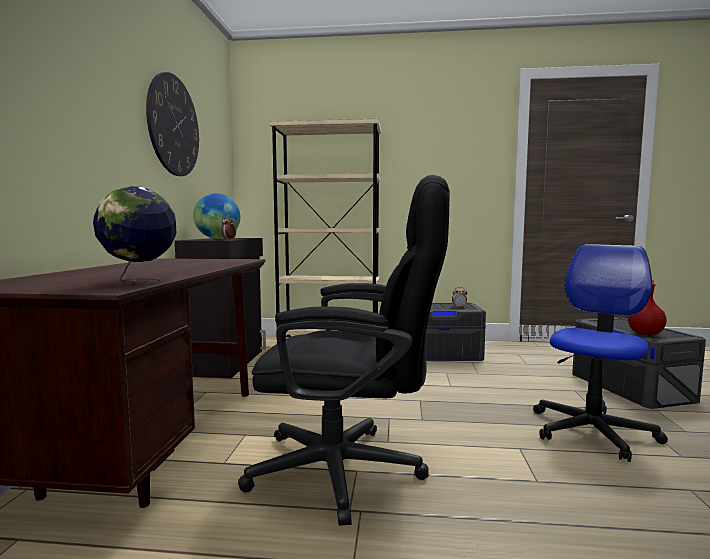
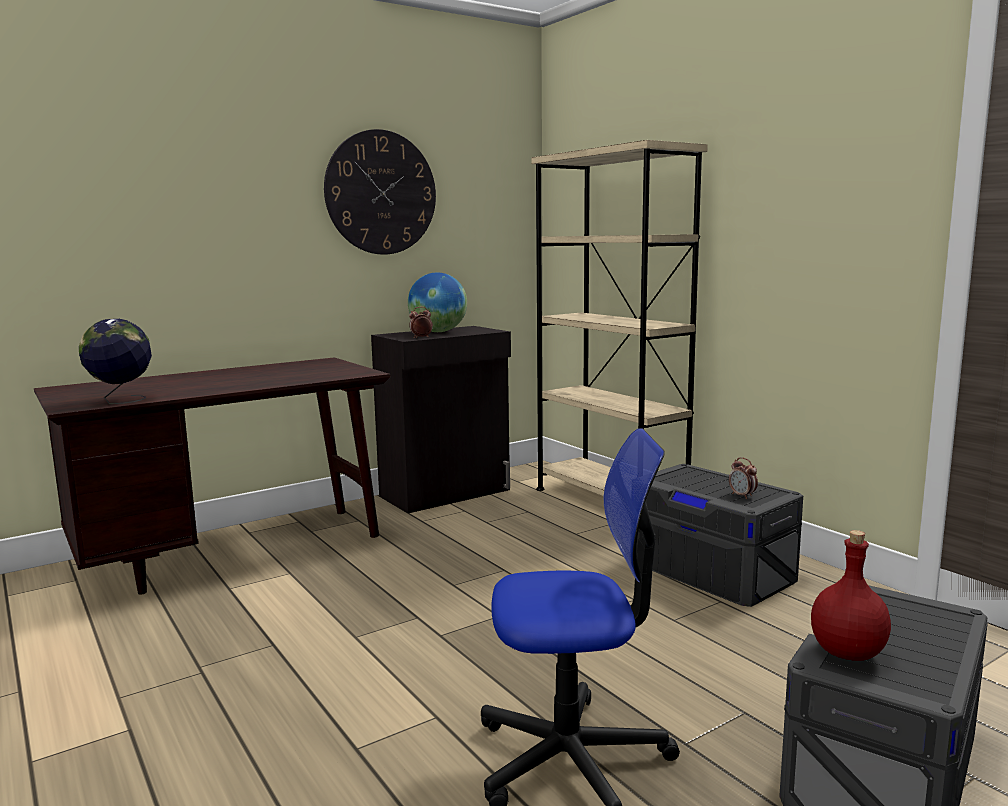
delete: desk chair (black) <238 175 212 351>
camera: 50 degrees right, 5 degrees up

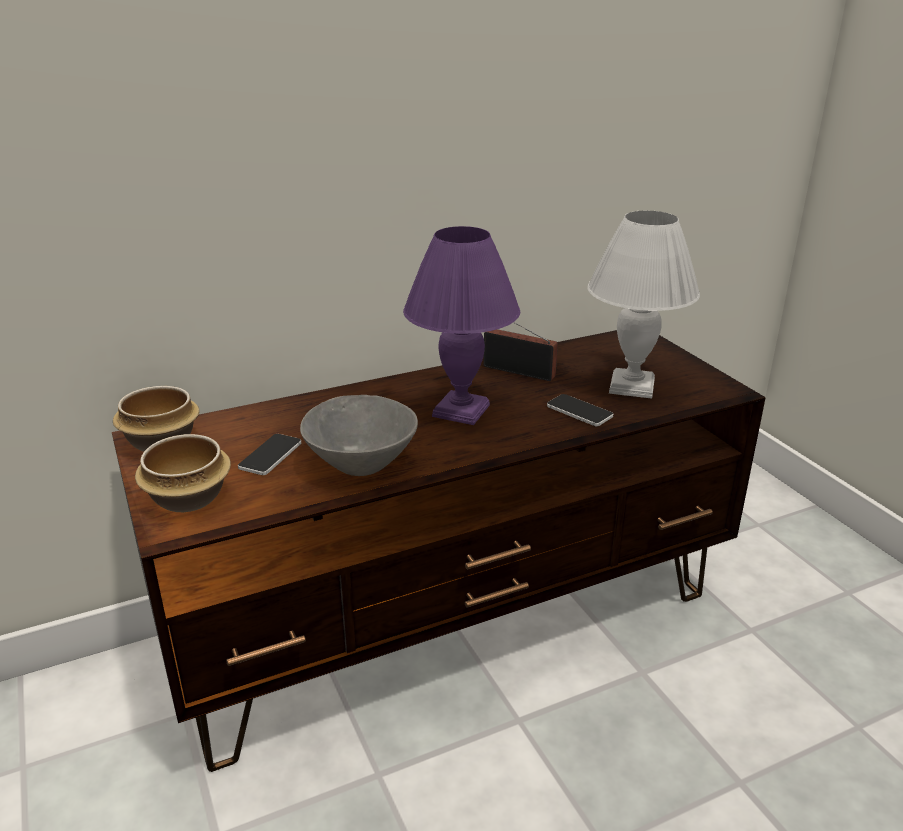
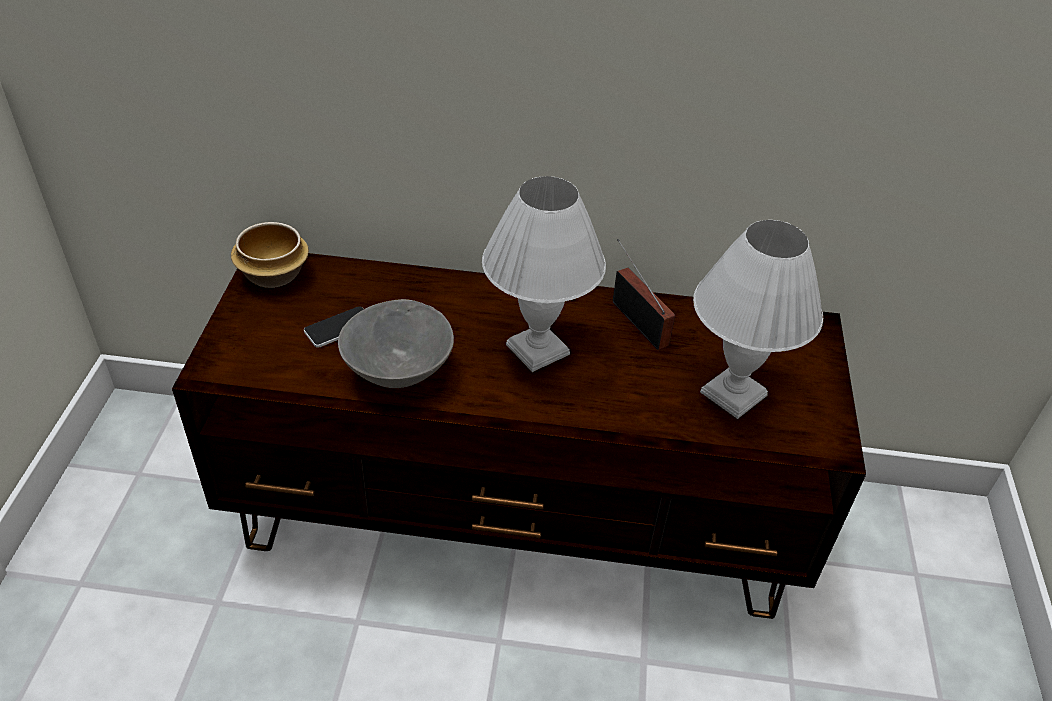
delete: deep dish <135 434 96 78>; phone <547 394 66 32>
recolor: table lamp (purple-coloured) <403 226 117 199> to table lamp (white) <482 176 124 196>
camera: 30 degrees right, 15 degrees up

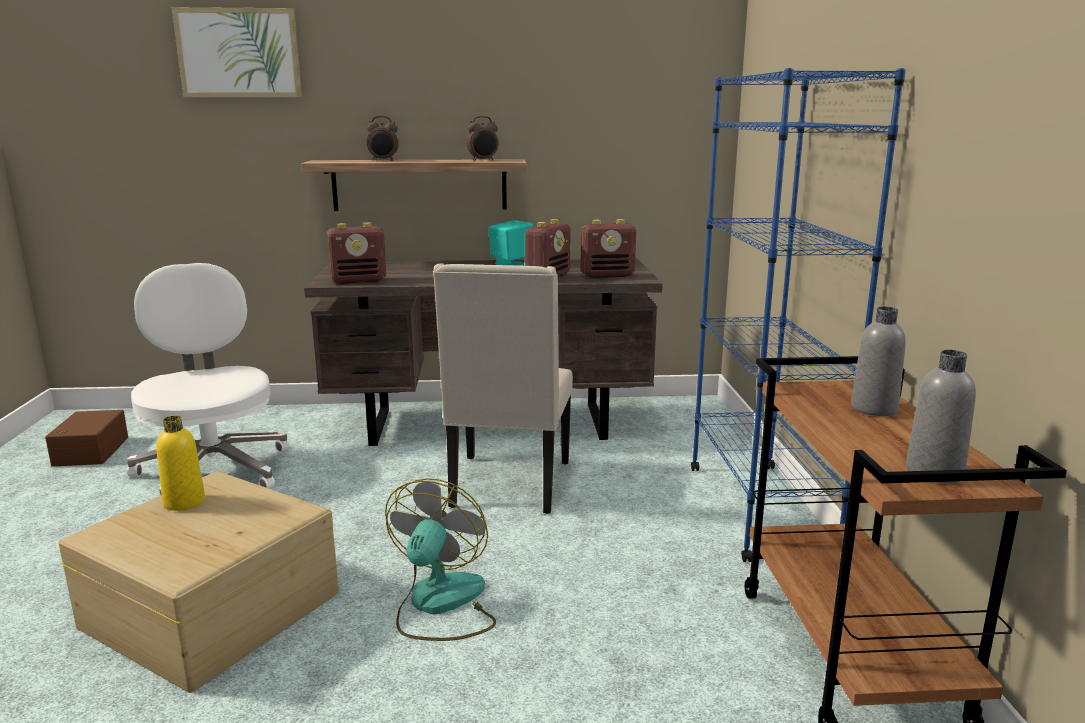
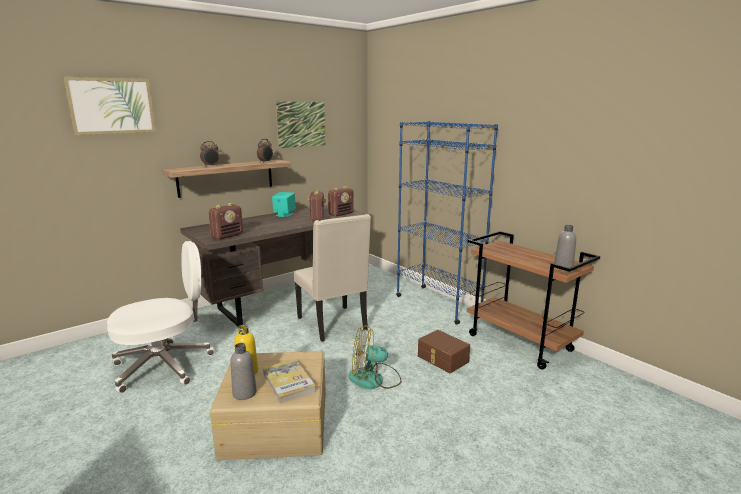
insert: volume <263 359 53 45>; picture <276 102 50 46>
move: bottle (grey) <851 307 55 109> to <230 343 27 57>; storage container (brown-coloured) <45 410 83 57> to <418 330 52 43>
rotate: desk chair (white) <127 263 162 232> = <107 241 107 152> 120 degrees clockwise; electric fan <385 478 111 163> = <349 325 53 65> 75 degrees counterclockwise
camera: 35 degrees left, 0 degrees up

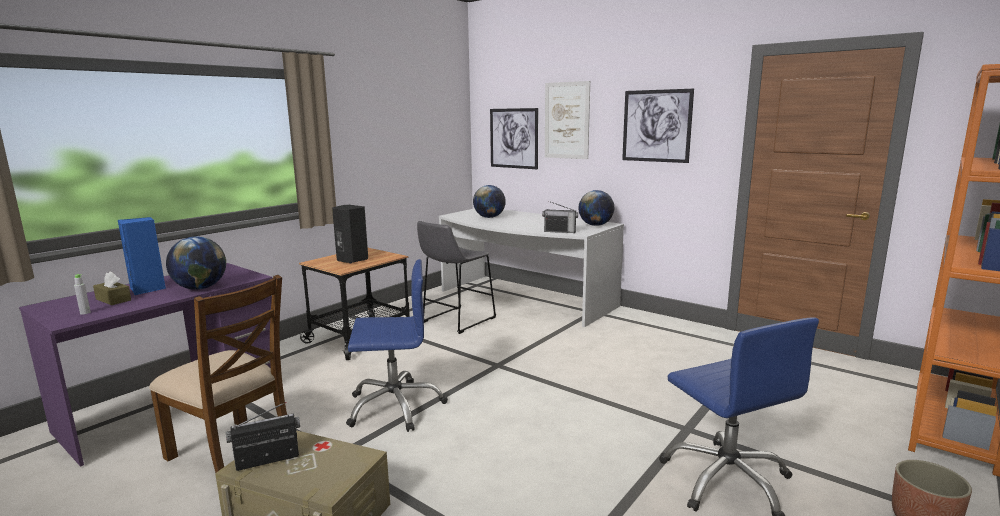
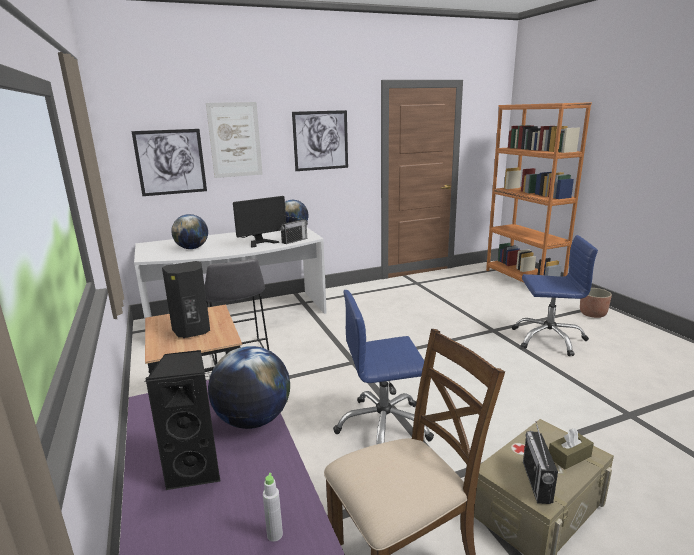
insert: monitor <233 196 53 52>
move: tissue box (brown-coloured) <93 271 38 34> to <549 428 45 42>
recolor: speaker (blue-coloured) <118 217 48 78> to speaker (black) <145 350 75 141>
rotate: desk chair (blue-coloured) <346 259 102 173> = <333 290 101 155> 120 degrees counterclockwise
camera: 60 degrees left, 5 degrees up

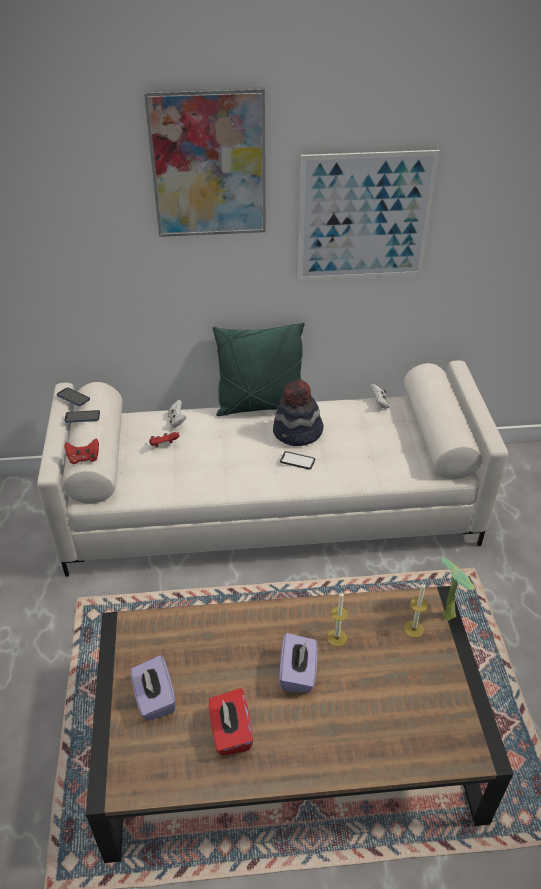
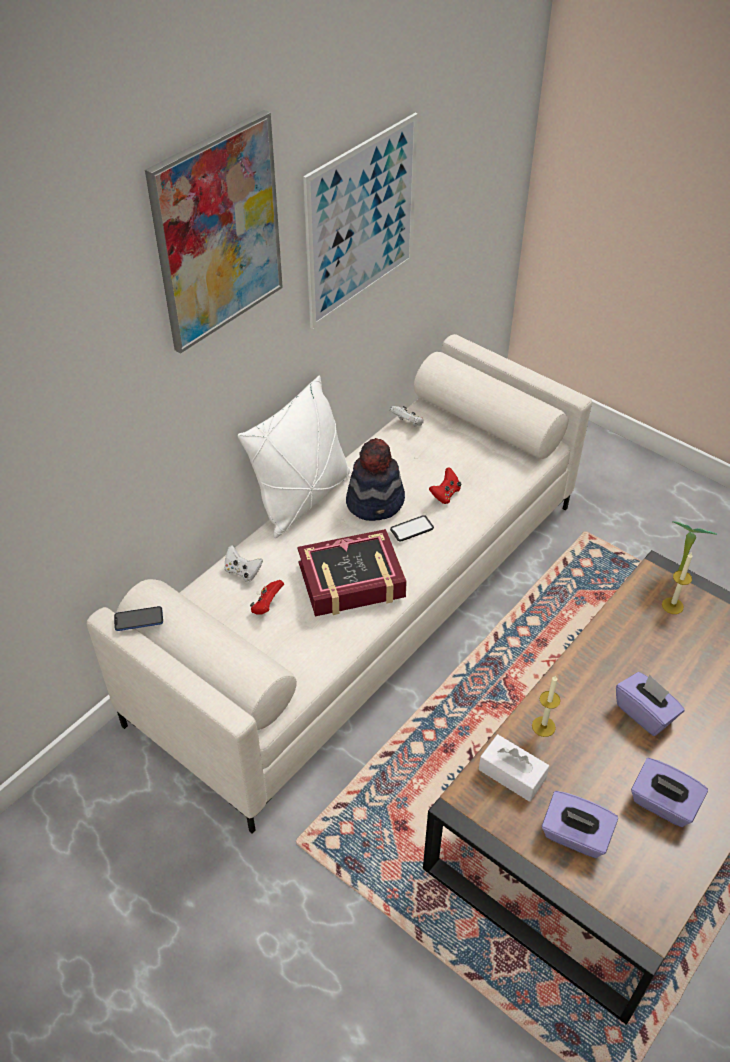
delete: phone <64 410 36 13>
insert: volume <297 529 110 88>; tissue box (white) <479 734 70 68>
move: gamepad (red) <64 439 35 25> to <429 467 32 37>; wax candle <327 592 22 55> to <532 675 29 62>
recolor: pillow (green) <213 323 92 93> to pillow (white) <238 375 113 163>; tissue box (red) <209 688 44 68> to tissue box (purple-coloured) <631 758 77 69>
camera: 45 degrees left, 5 degrees up

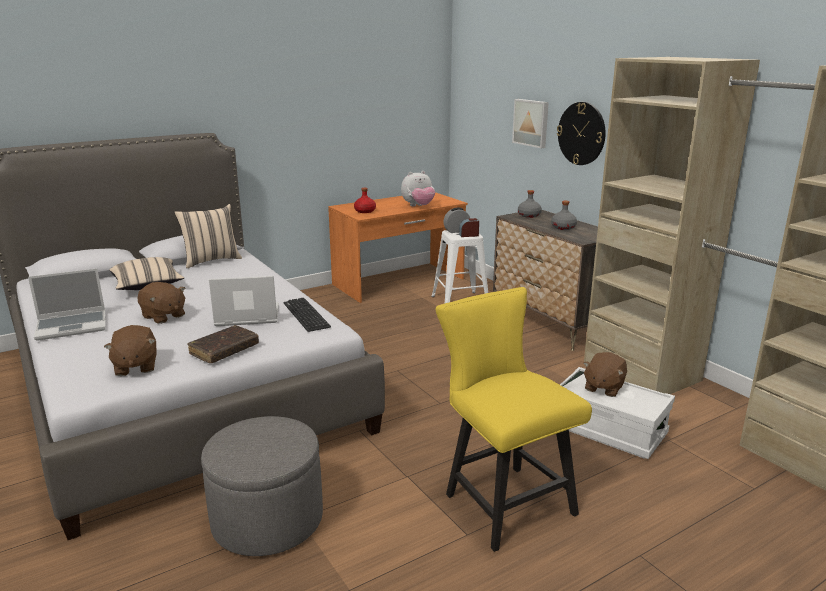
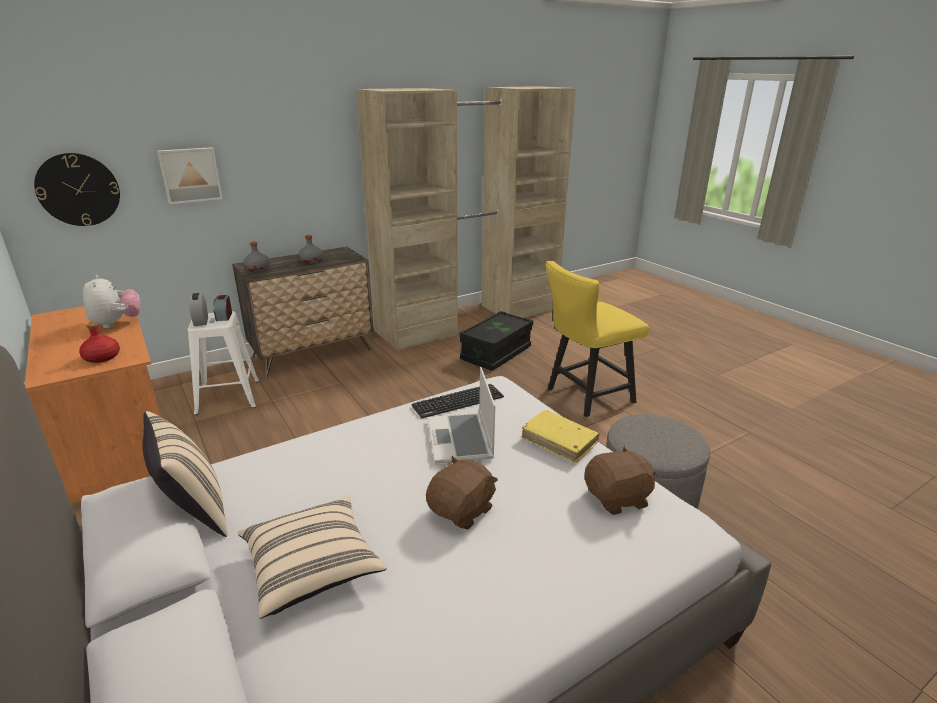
delete: laptop <28 268 78 73>; soft toy (brown-coloured) <583 352 44 45>
move: wall clock <557 102 49 63> to <34 153 86 73>
recolor: storage container (white) <560 367 115 92> to storage container (black) <460 311 73 59>; volume (brown-coloured) <188 325 71 38> to volume (yellow-coloured) <521 410 78 53>
camera: 90 degrees left, 5 degrees up

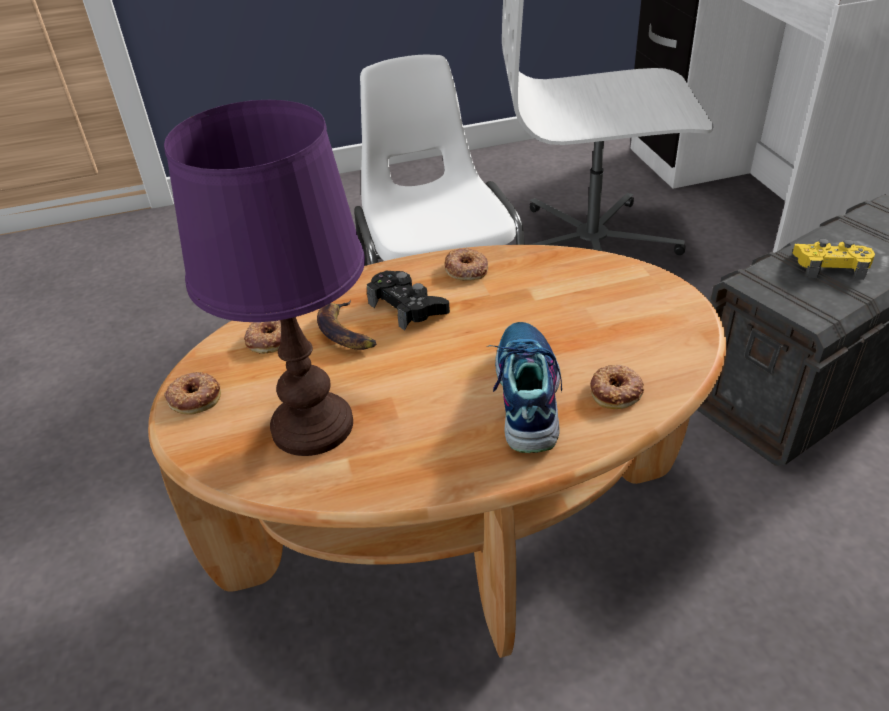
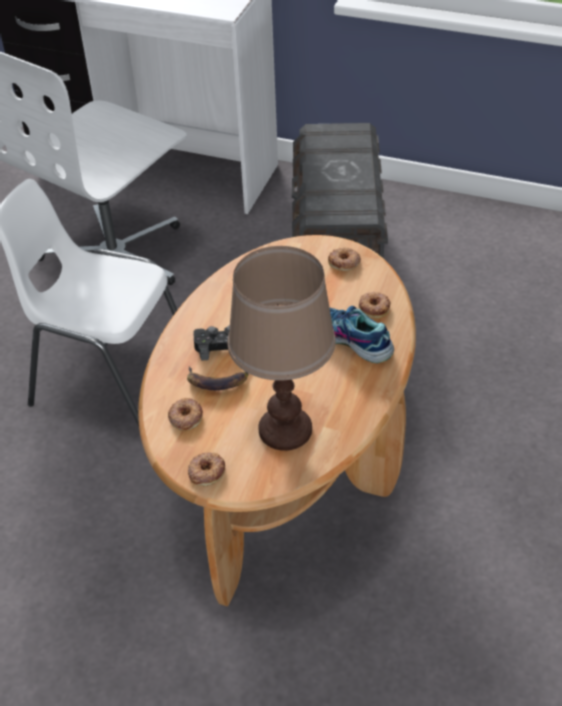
delete: gamepad (yellow-coloured) <792 239 83 41>
move: donut <445 248 43 33> to <328 247 33 24>
recolor: table lamp (purple-coloured) <164 100 201 356> to table lamp (brown-coloured) <228 246 108 205>
camera: 55 degrees left, 5 degrees up

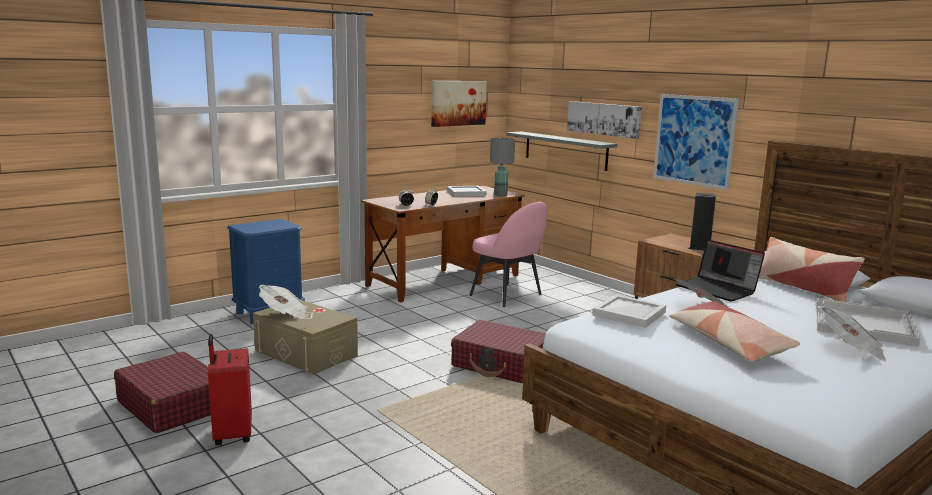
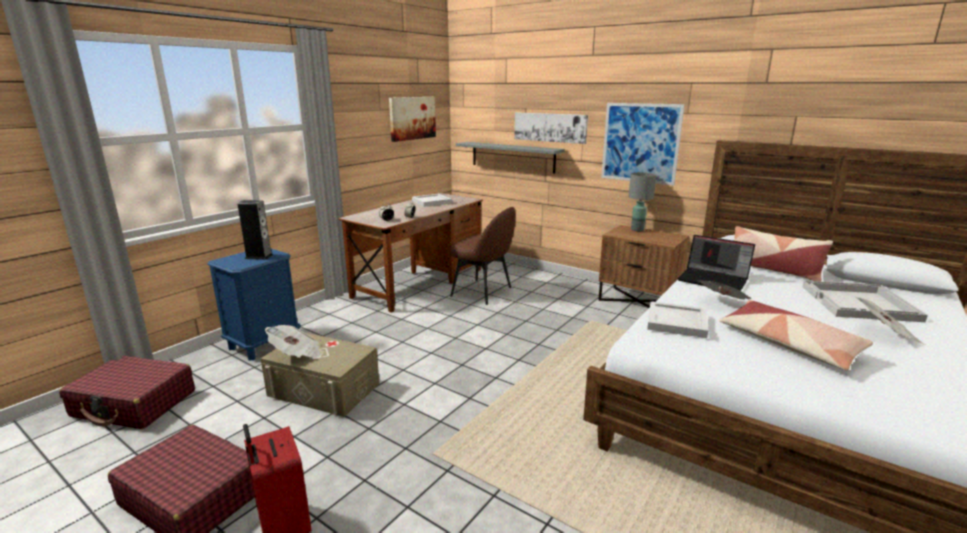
move: piece of luggage (red) <451 320 95 63> to <59 355 136 74>; speaker <688 193 28 58> to <238 200 35 60>; table lamp (grey) <490 138 25 58> to <629 172 27 59>
recolor: chair (pink) <470 202 77 105> to chair (brown-coloured) <450 207 65 98>
camera: 15 degrees left, 5 degrees up

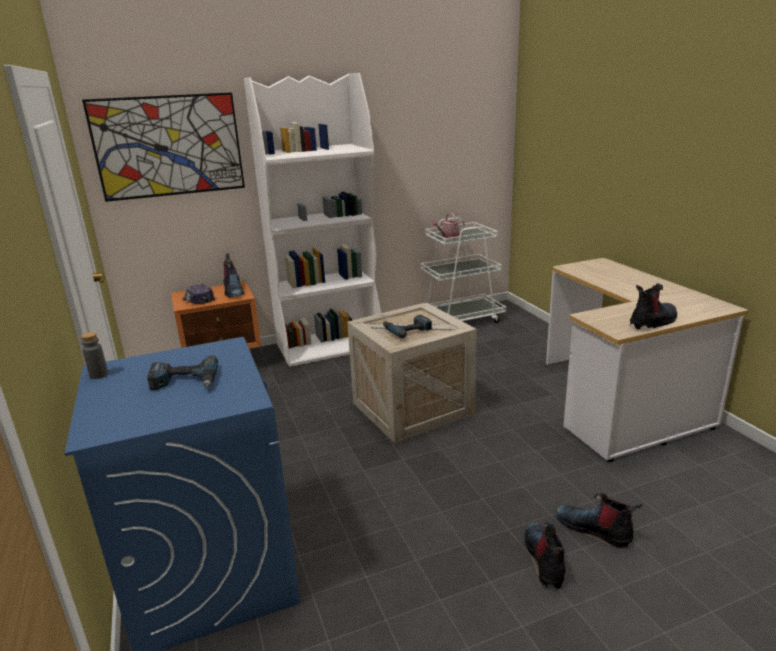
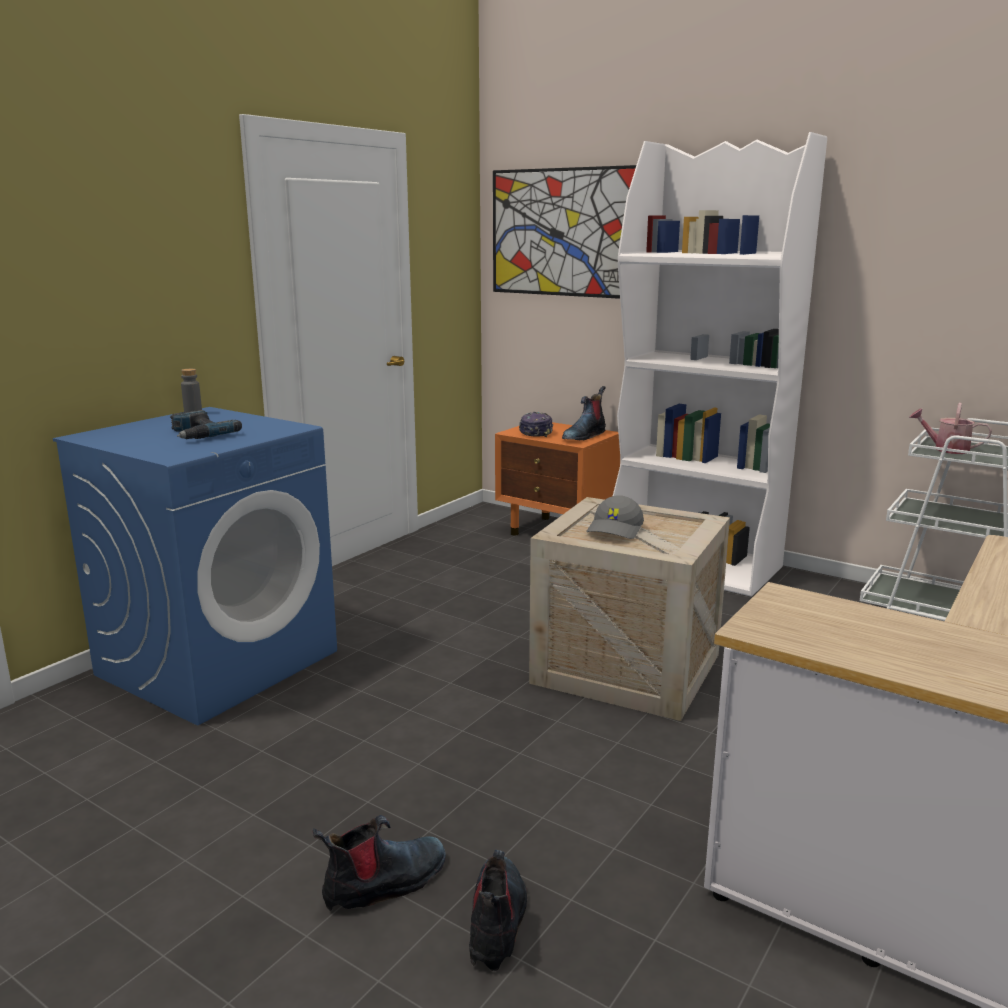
delete: tall boot <629 283 48 47>
replace: electric drill <383 315 49 23> to baseball cap (grey) <586 495 58 44>
camera: 55 degrees right, 5 degrees down

